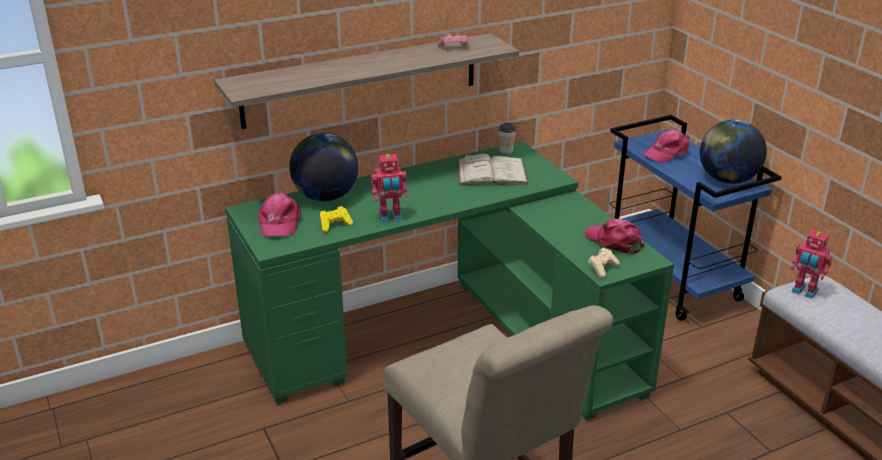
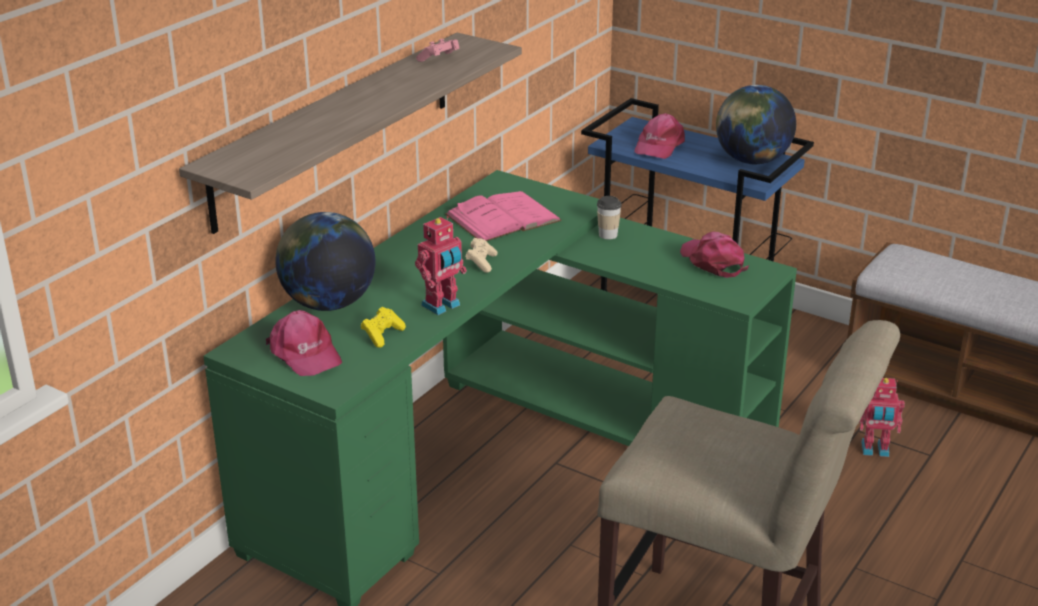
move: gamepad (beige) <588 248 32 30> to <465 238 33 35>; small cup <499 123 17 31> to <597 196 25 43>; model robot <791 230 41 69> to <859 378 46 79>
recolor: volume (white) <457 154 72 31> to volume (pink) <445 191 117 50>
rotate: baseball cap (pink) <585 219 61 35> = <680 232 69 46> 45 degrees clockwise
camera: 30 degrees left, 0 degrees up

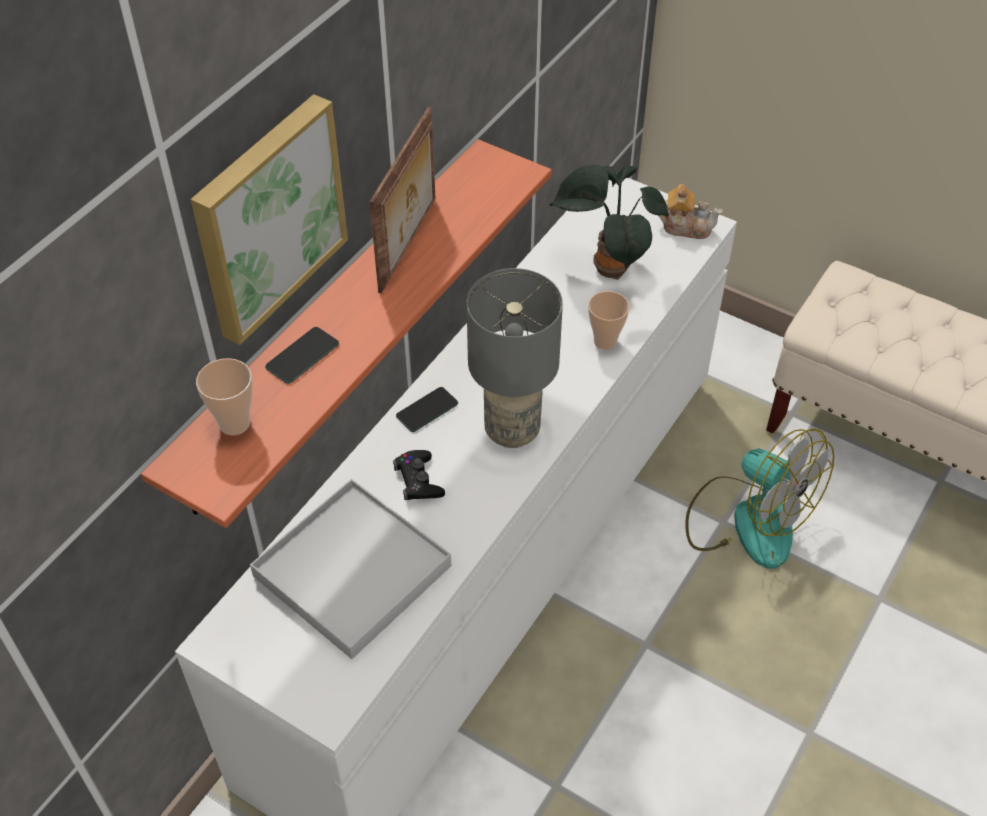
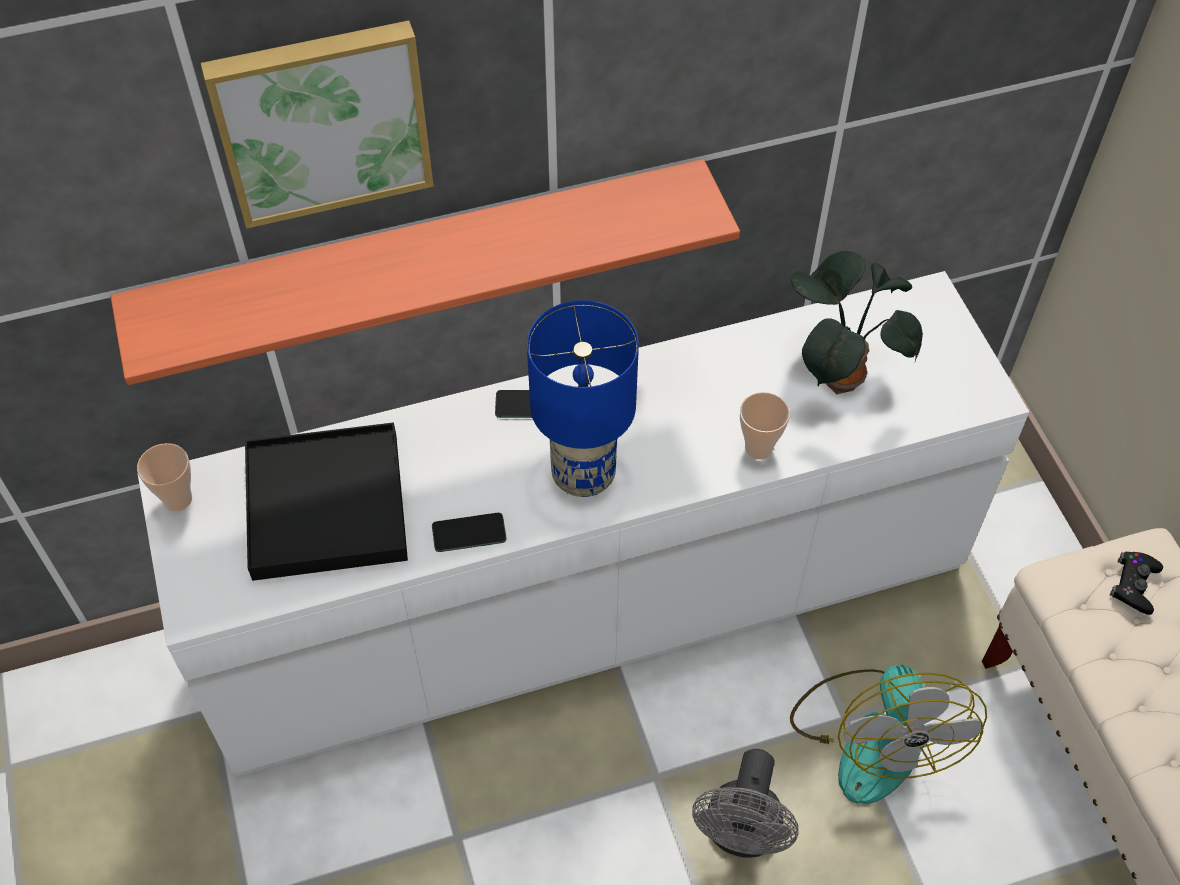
delete: photo frame <369 107 67 187>; pot for tea <658 184 65 55>
insert: electric fan (grey) <692 749 107 109>
move: small cup <196 358 57 77> to <137 443 55 68>; phone <265 327 74 57> to <432 513 74 39>; gamepad (black) <393 450 52 51> to <1110 552 53 63>
recolor: carrying tray (white) <250 479 202 180> to carrying tray (black) <245 423 163 158>; table lamp (grey) <467 268 96 180> to table lamp (blue-coloured) <527 300 112 197>
camera: 40 degrees right, 5 degrees up

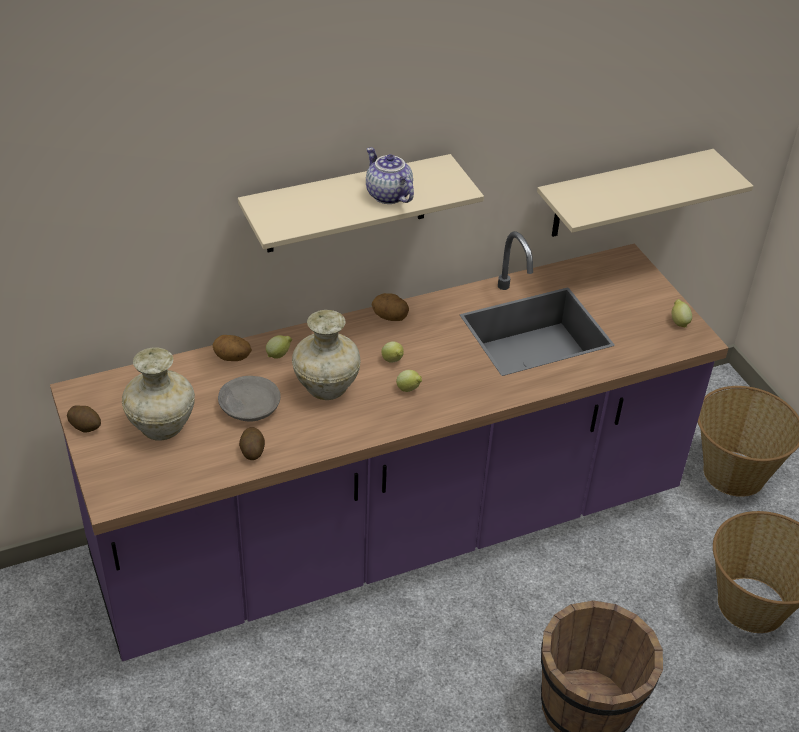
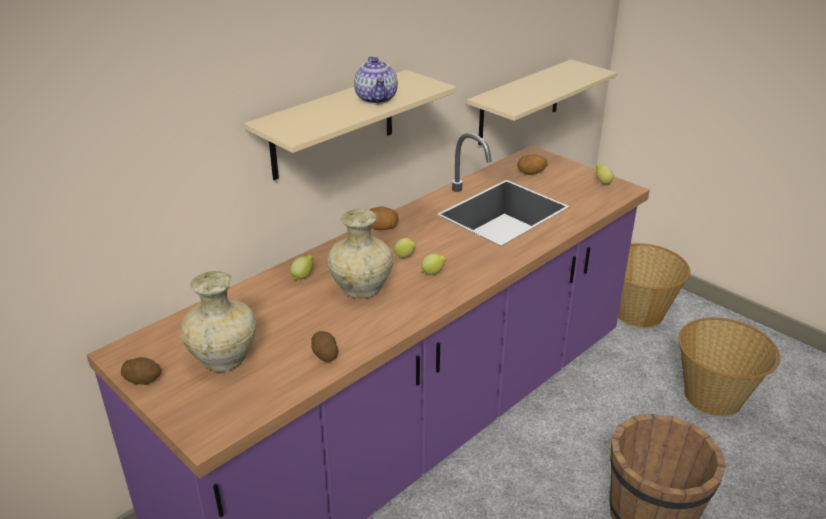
delete: deep dish (grey) <218 376 63 46>
move: spud <213 335 39 26> to <517 154 30 21>
rotate: pot for tea <366 148 48 56> = <354 56 44 48> 135 degrees counterclockwise
camera: 20 degrees left, 10 degrees down

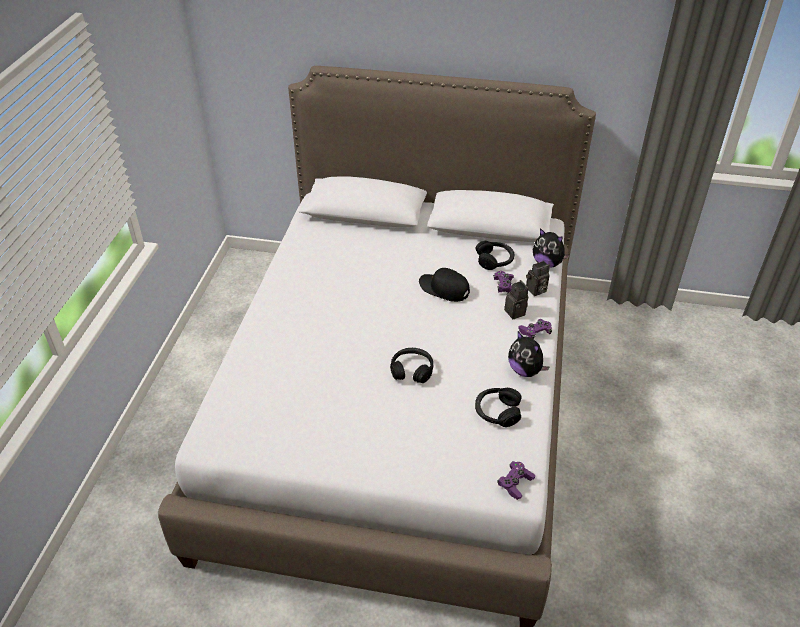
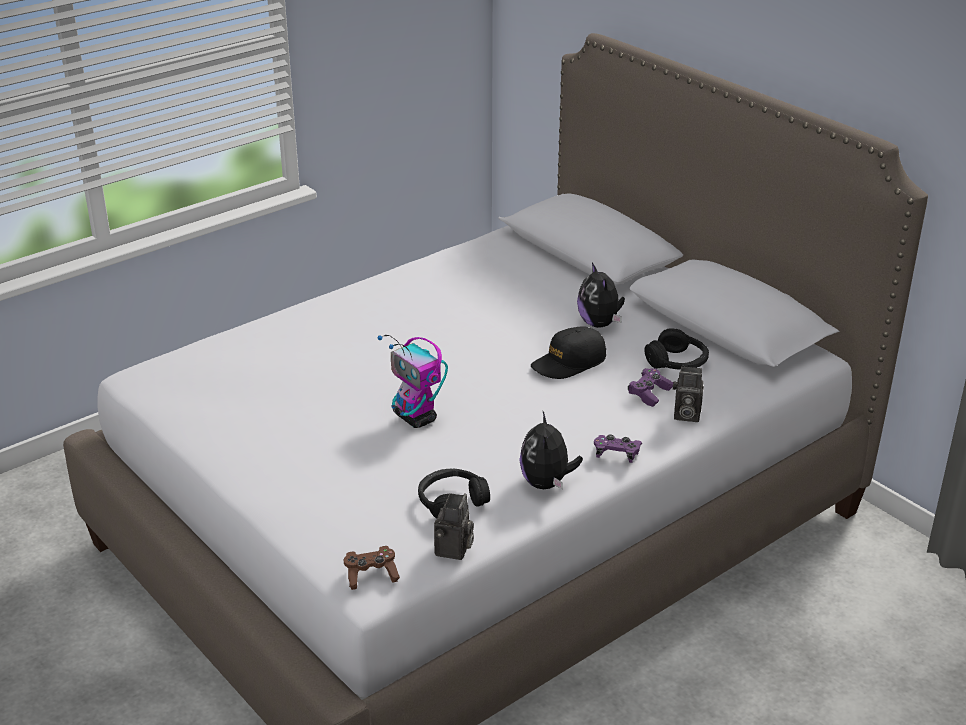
move: still camera <504 280 24 39> to <434 493 40 67>; soft toy <533 228 37 40> to <577 262 48 66>
replace: pair of headphones (black) <390 348 43 35> to model robot <377 335 71 93>
recolor: gamepad (purple-coloured) <498 461 37 39> to gamepad (brown-coloured) <344 546 56 44>
rotate: baseball cap (black) <419 268 51 34> = <531 326 75 53> 105 degrees counterclockwise
camera: 40 degrees right, 10 degrees down

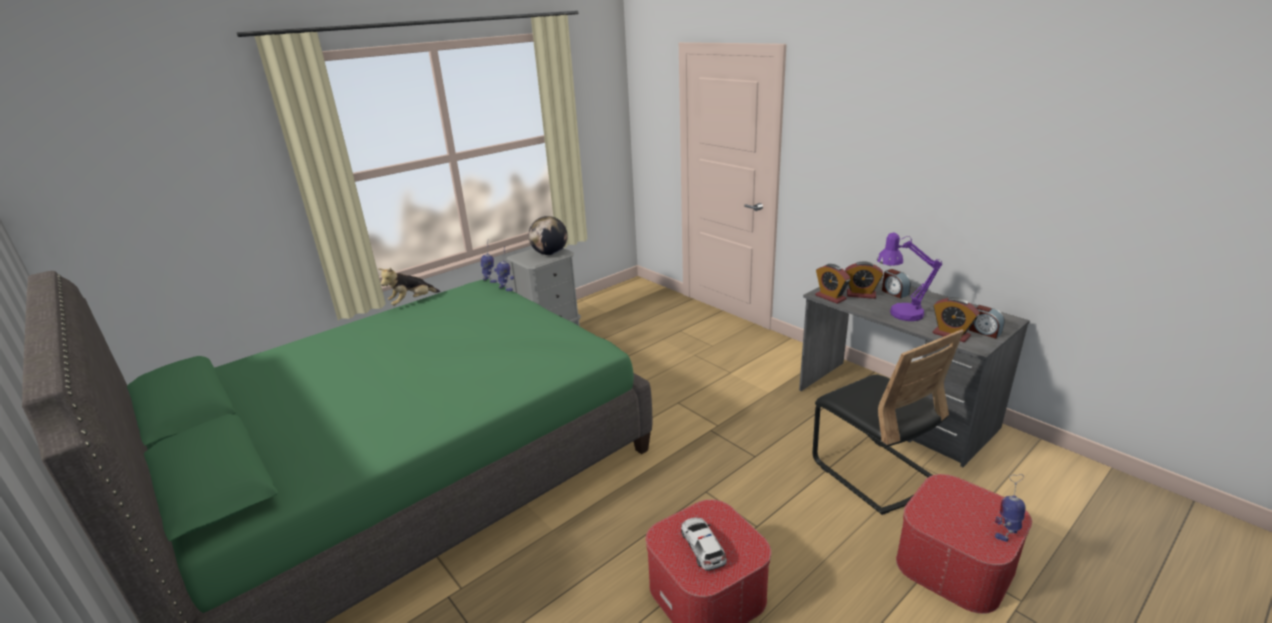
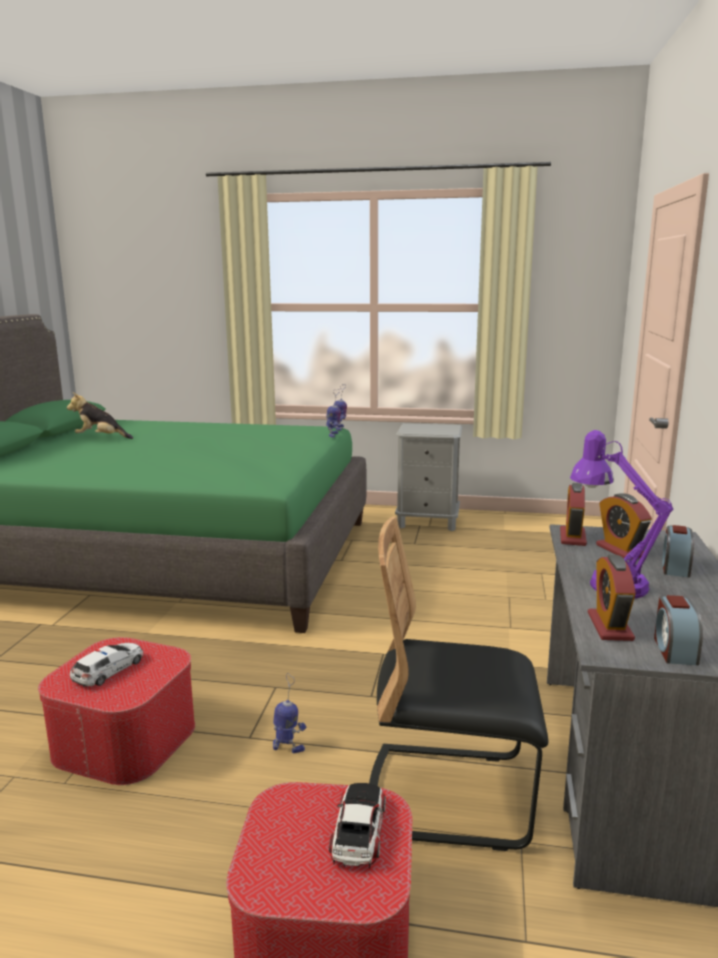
delete: world globe <529 216 39 39>
insert: model car <329 783 57 86>
move: soft toy <378 267 62 38> to <67 392 66 47>; model robot <995 474 31 68> to <273 673 34 81>
rotate: chair (black) <812 329 152 186> = <369 517 180 334> 75 degrees clockwise
camera: 50 degrees right, 10 degrees down

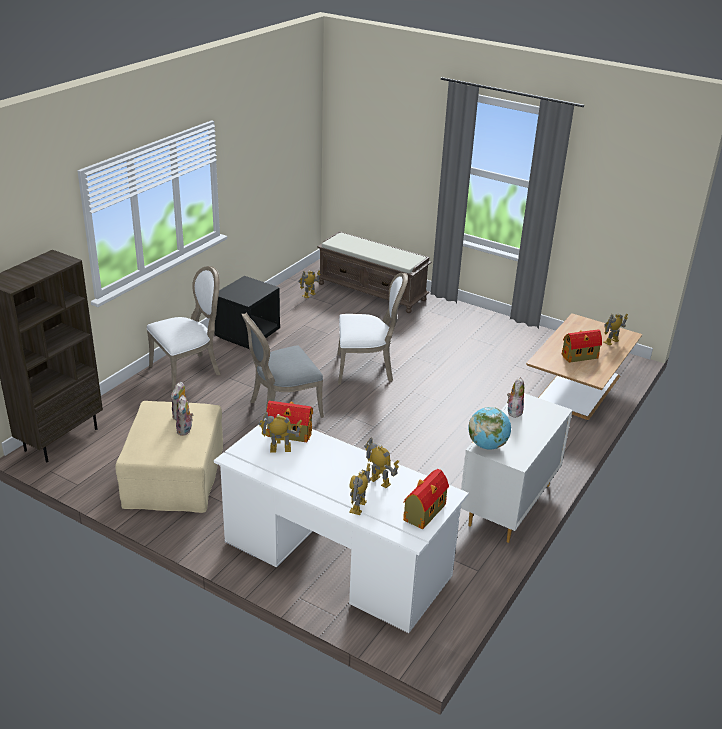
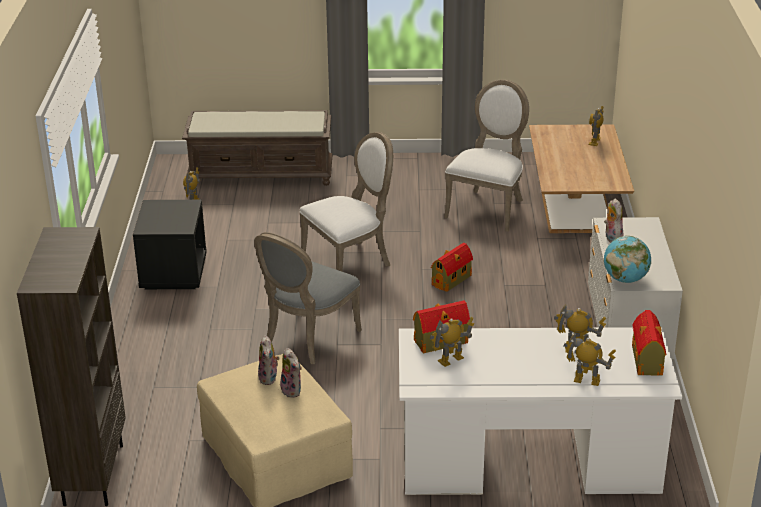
move: miniature house <562 329 40 34> to <431 242 42 50>; chair (white) <147 266 74 126> to <444 80 85 152>
rotate: model robot <349 463 22 52> = <564 333 52 53> 120 degrees clockwise
camera: 30 degrees left, 0 degrees up

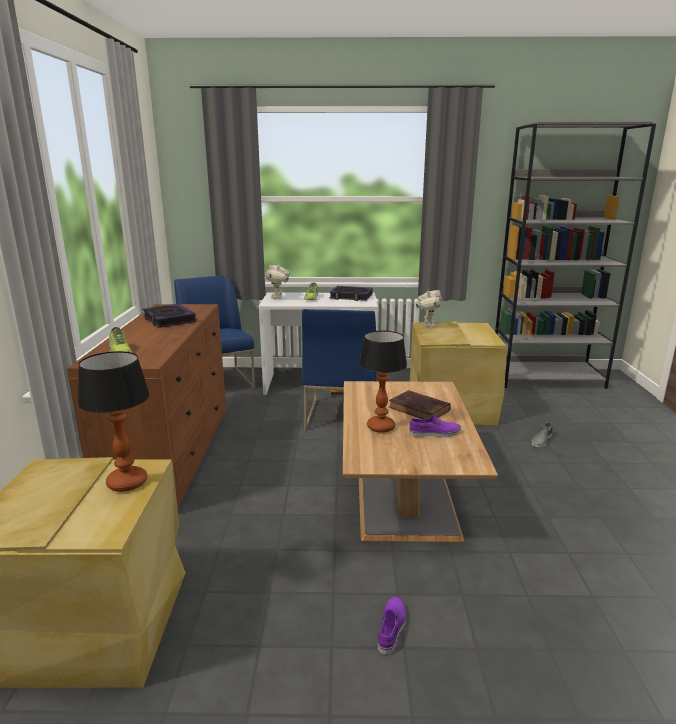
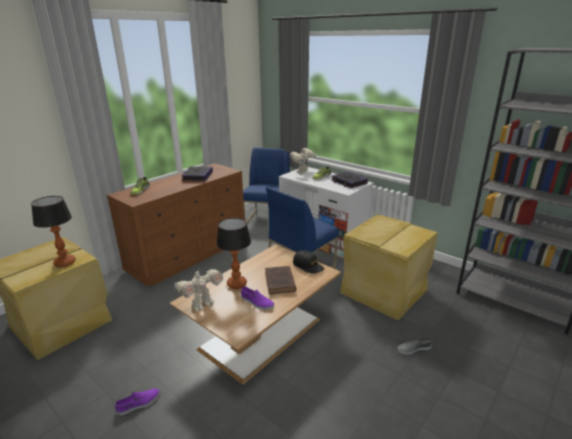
insert: baseball cap (black) <293 251 32 22>
move: model robot <416 287 25 40> to <174 269 49 42>
camera: 40 degrees right, 5 degrees up

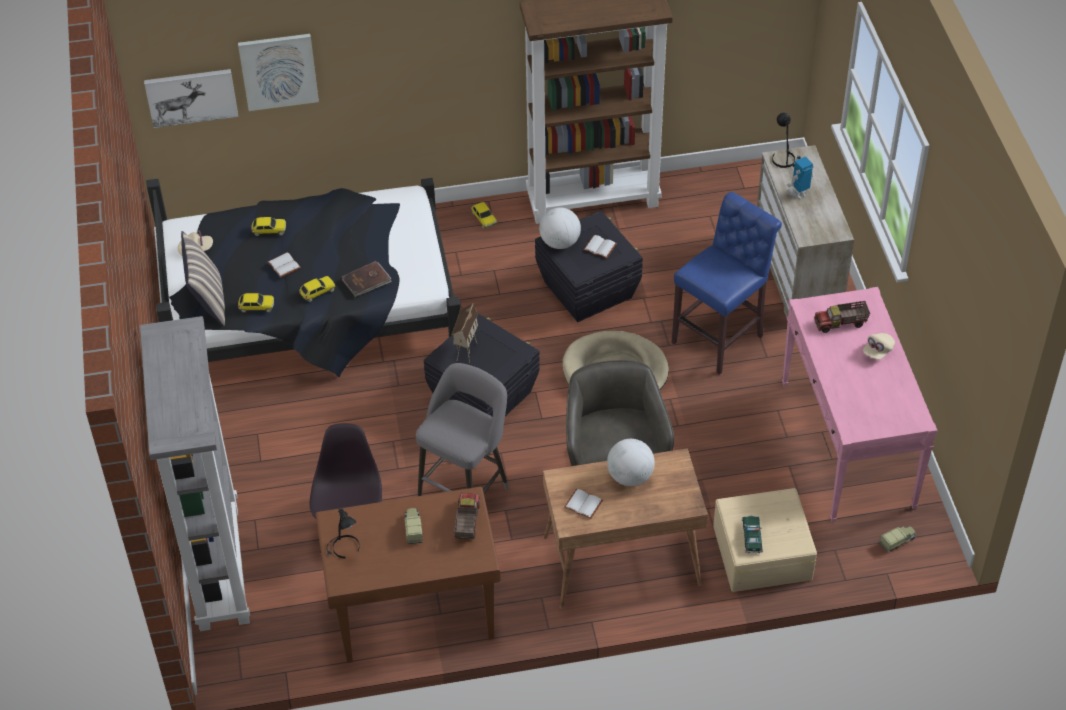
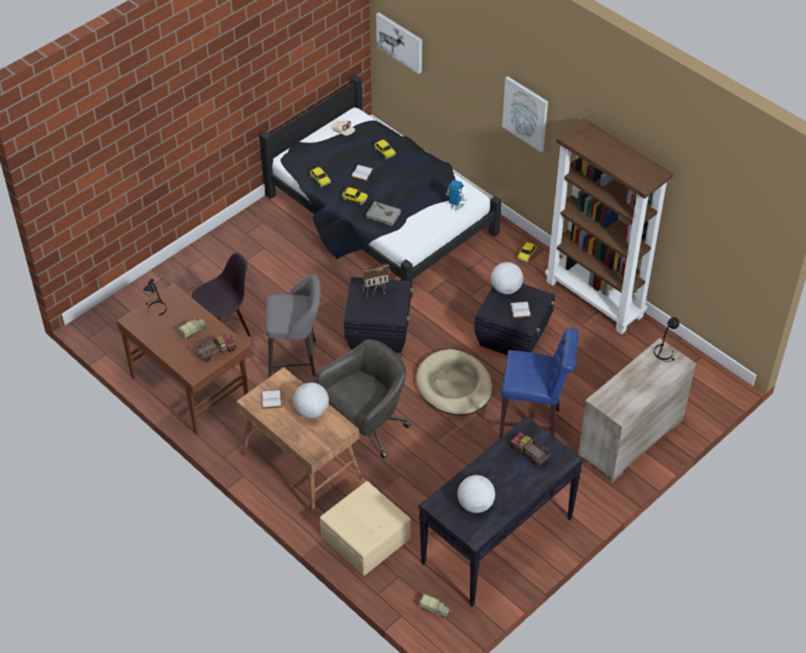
delete: bookcase (grey) <140 316 110 315>; pillow <181 231 44 95>; model car <742 516 21 38>; baseball cap (beige) <863 333 32 26>
insert: world globe <457 475 38 38>
move: model robot <786 156 28 43> to <446 180 20 31>; picture <238 34 81 77> to <502 76 46 76>
recolor: volume (brown-coloured) <341 261 51 36> to volume (grey) <365 201 36 25>; narrow table (pink) <782 287 156 235> to narrow table (black) <419 416 165 190>
camera: 55 degrees right, 0 degrees up

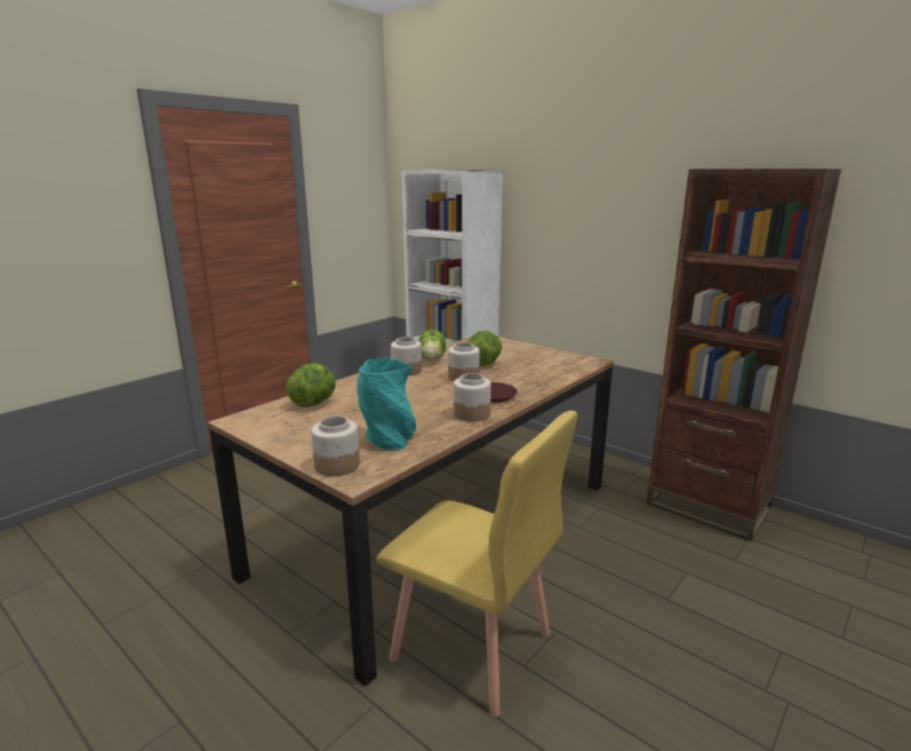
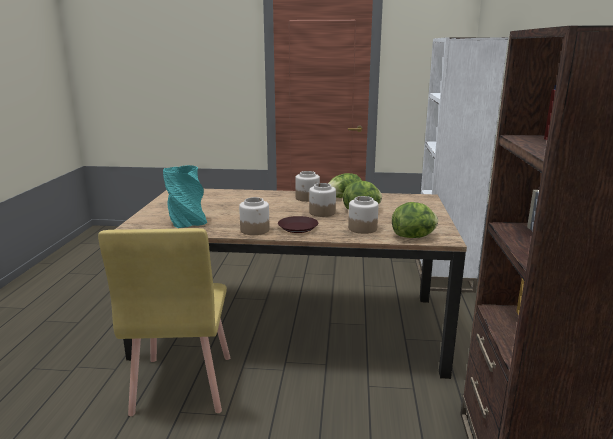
move: preserve jar <311 416 49 60> to <348 196 31 38>; lettuce <286 363 50 45> to <392 202 46 36>
camera: 55 degrees right, 0 degrees up

